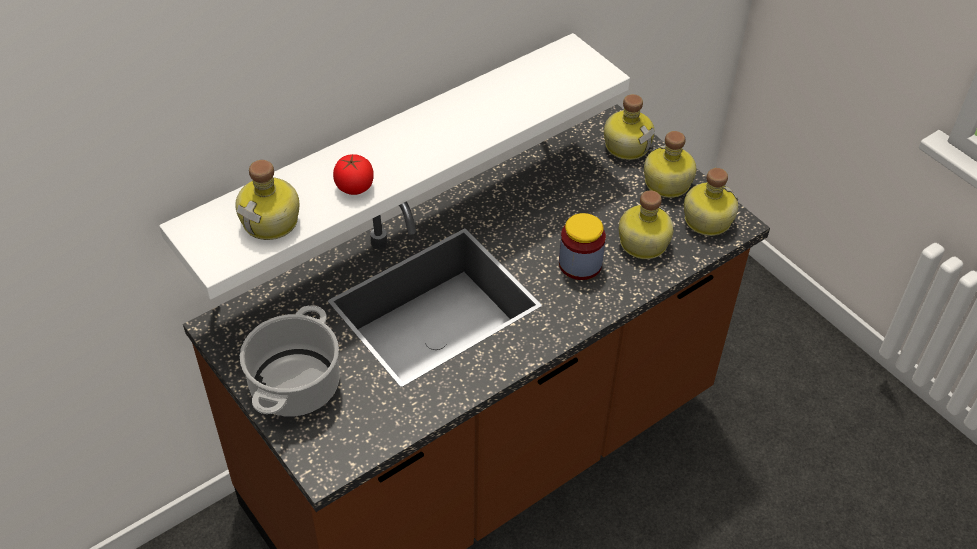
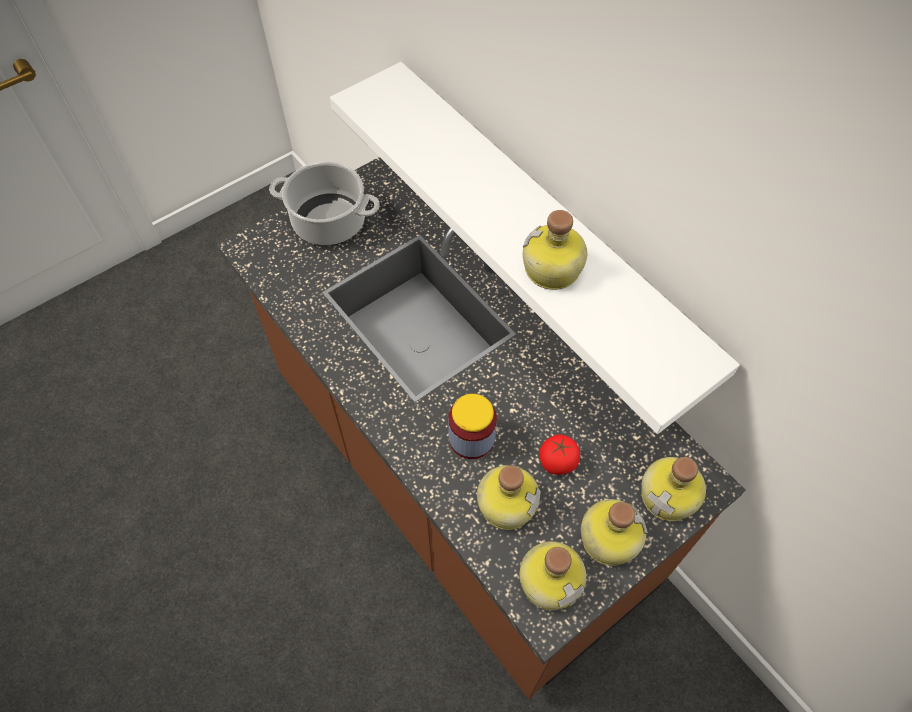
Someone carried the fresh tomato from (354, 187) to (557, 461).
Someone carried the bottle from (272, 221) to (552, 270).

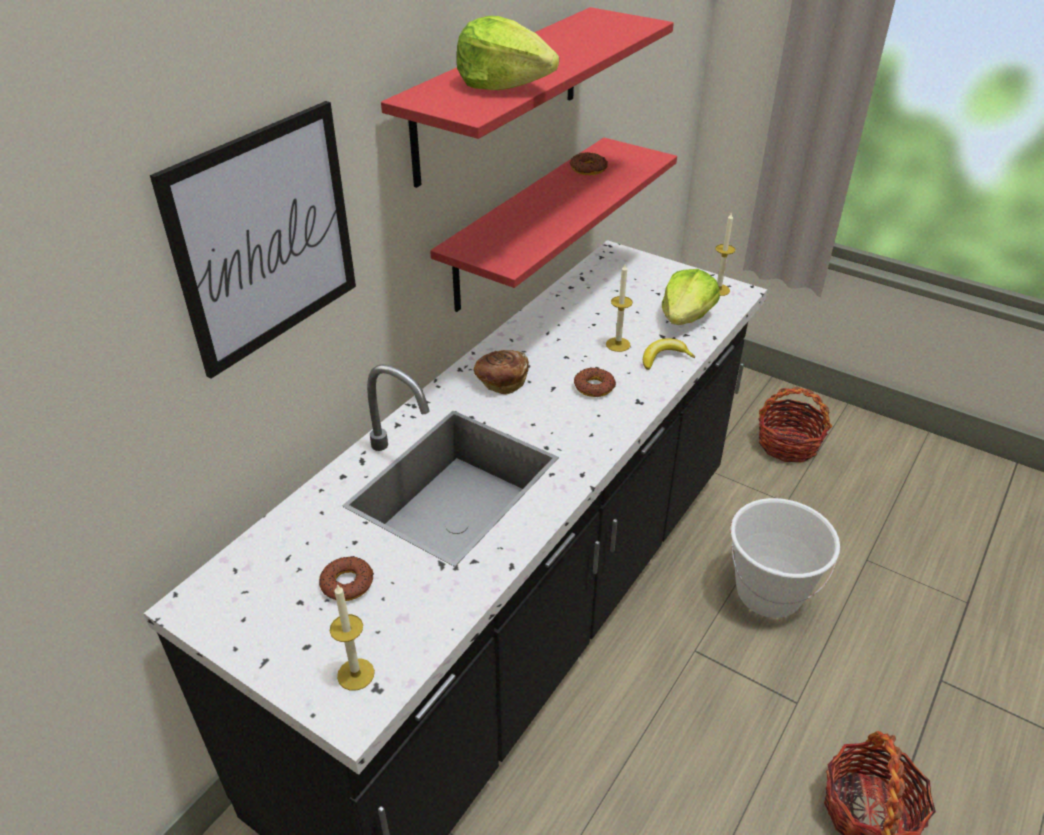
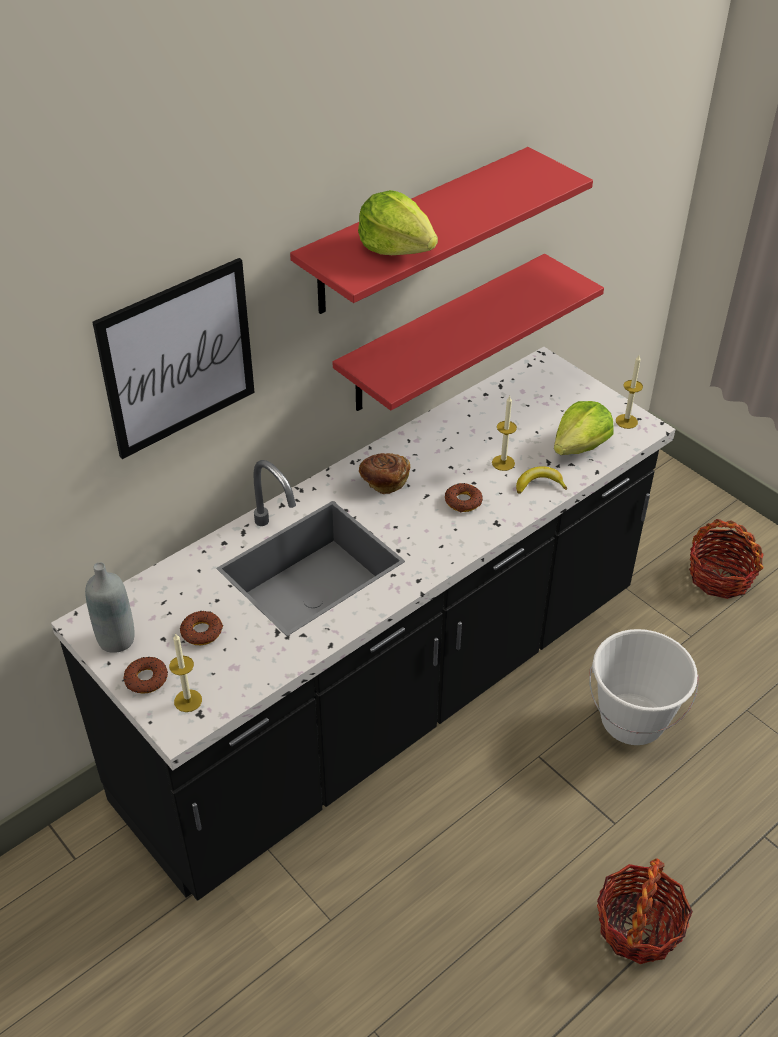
Someone carried the doughnut from (588, 169) to (146, 679).
Someone put down the bottle/gray at (116, 639).

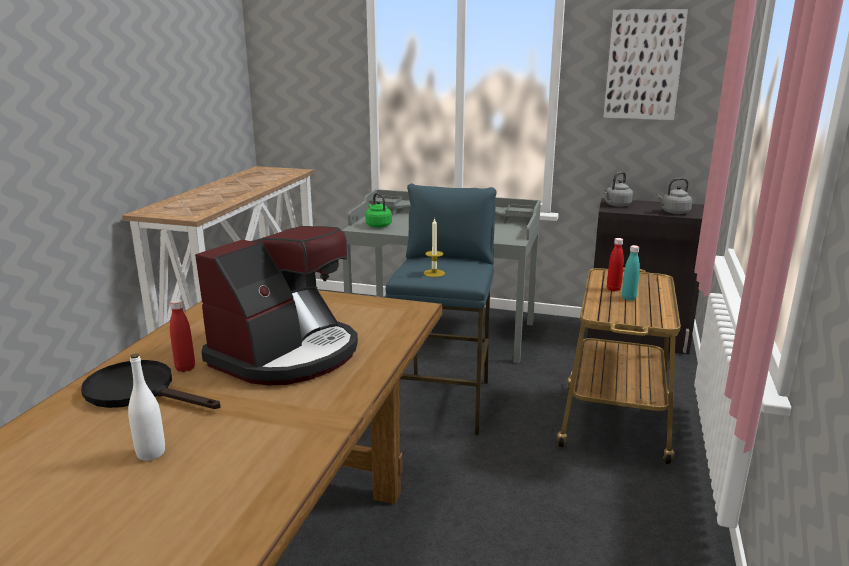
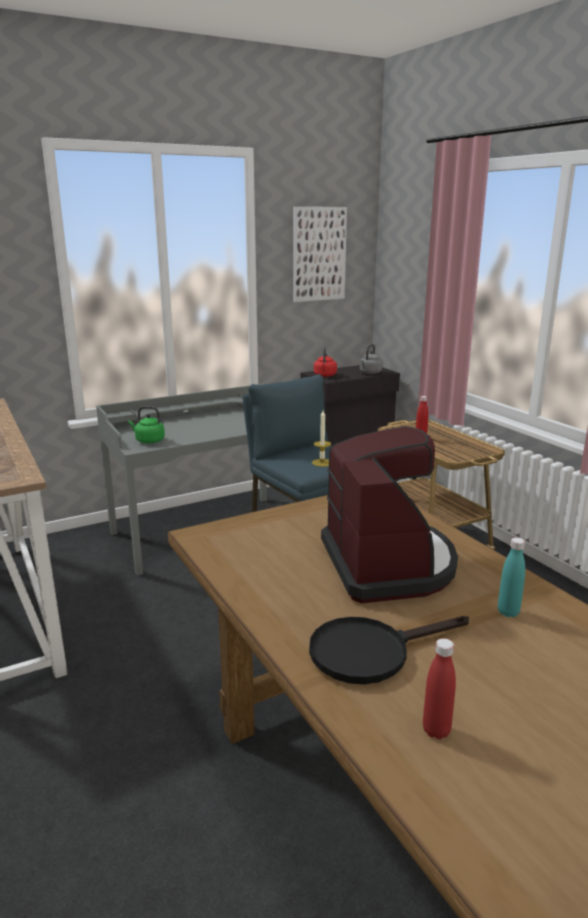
Someone repainted the water kettle/gray at (616, 205), which became the water kettle/red-coloured at (325, 375).
Someone carried the bottle/blue-green from (628, 298) to (508, 612).
Someone carried the bottle/red-coloured from (185, 368) to (436, 730).
Someone took away the bottle/white at (151, 453).

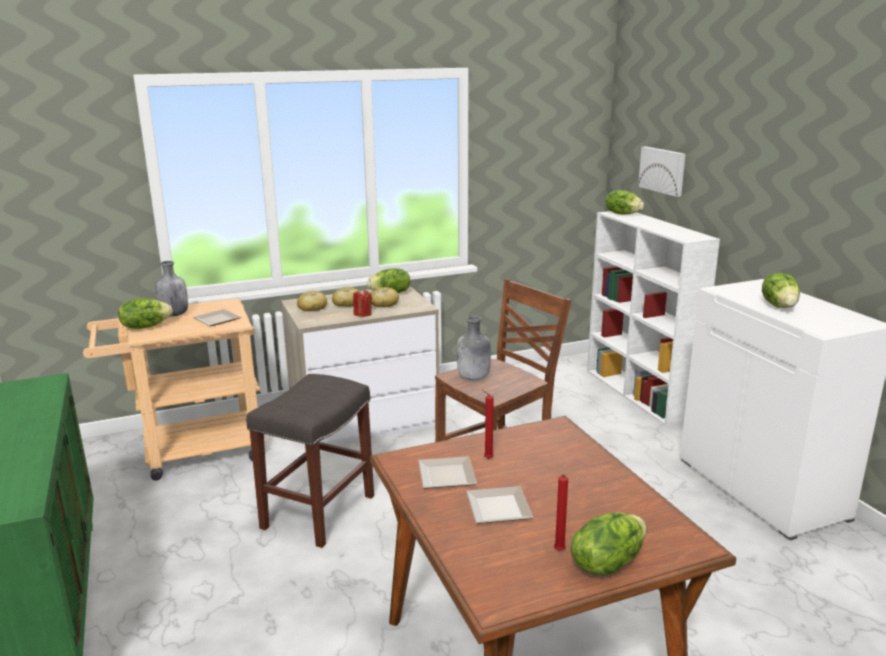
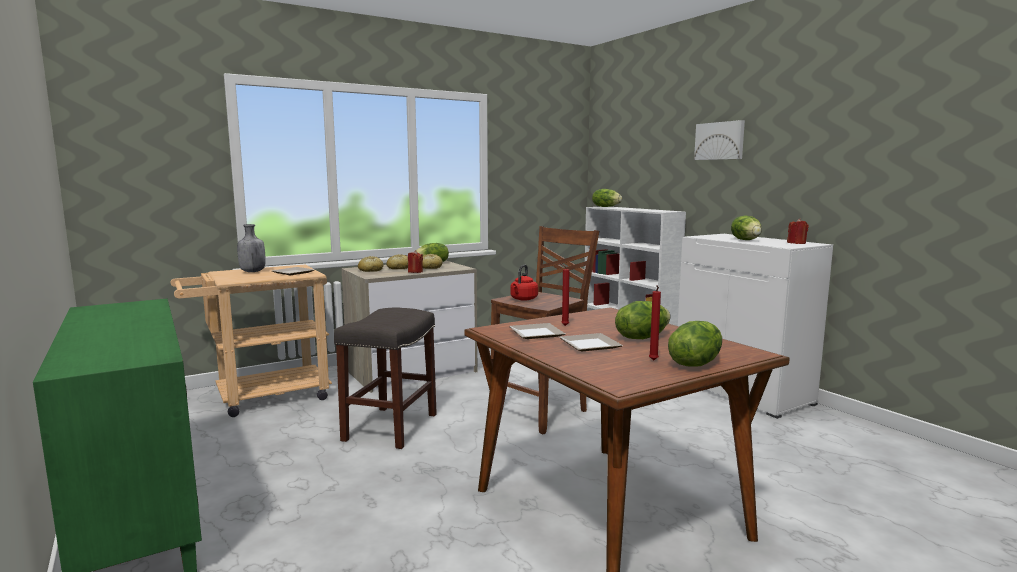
Someone carried the wall art from (663, 170) to (720, 141).
Someone carried the lettuce head from (145, 326) to (641, 337).
Someone swapped the bottle/gray at (473, 378) for the water kettle/red-coloured at (523, 299).
Someone put down the wax candle/red-coloured at (796, 243).

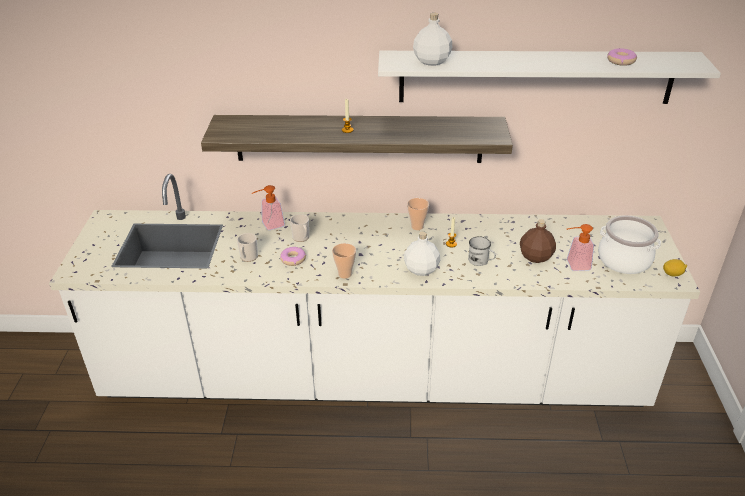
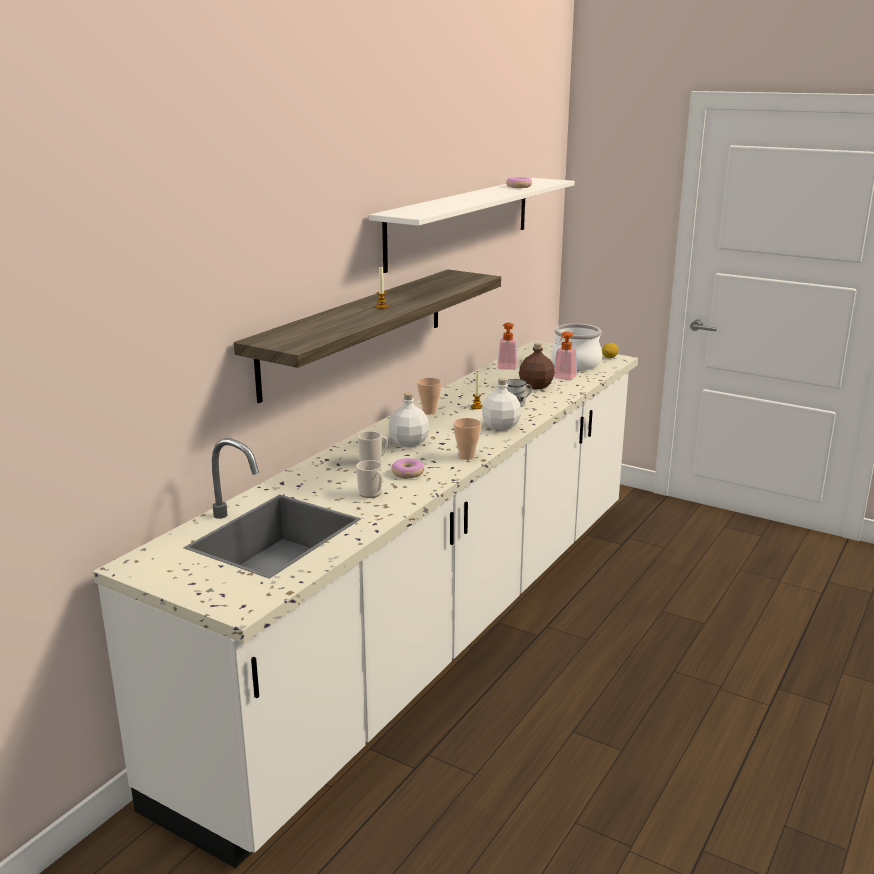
Someone carried the bottle/white from (431, 61) to (409, 443).
Someone carried the liquid soap bottle from (269, 225) to (507, 368).

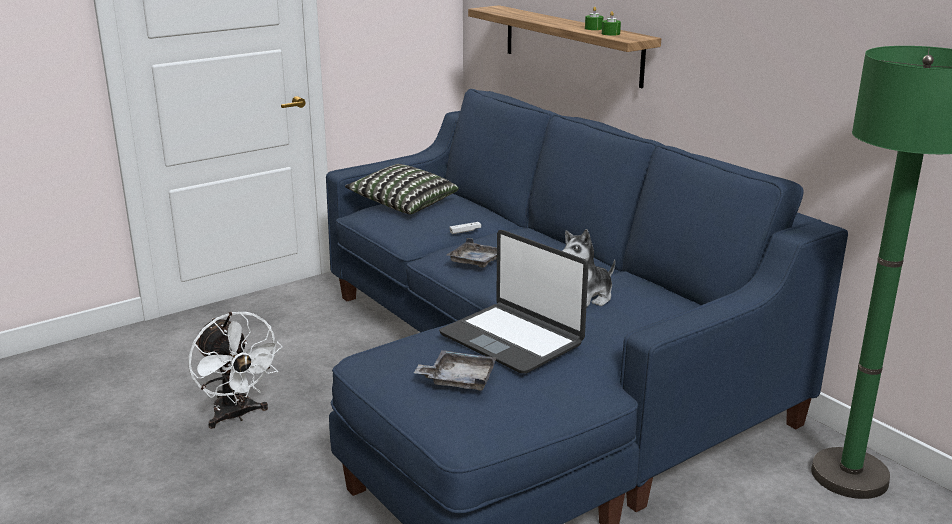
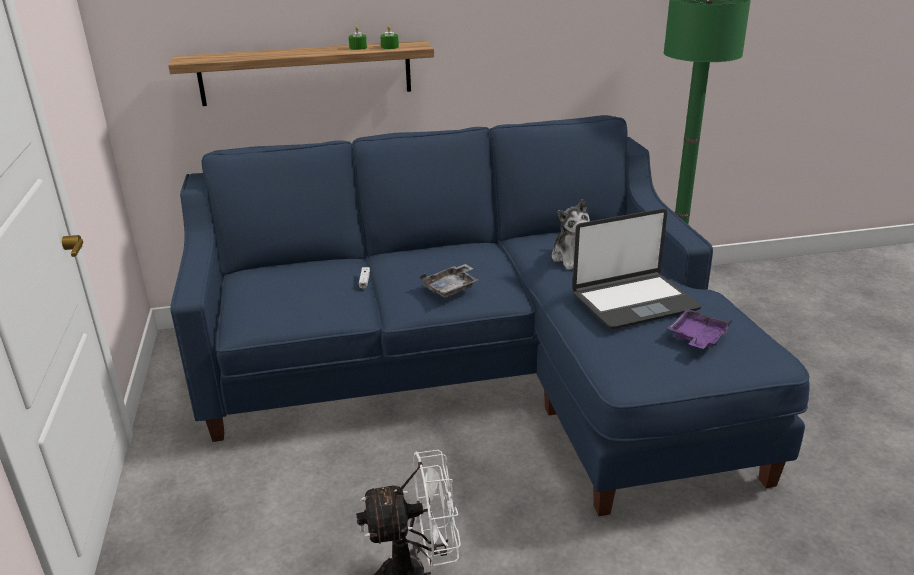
Someone took away the pillow at (403, 204).
Someone repainted the serving tray/gray at (459, 379), which became the serving tray/purple at (697, 338).

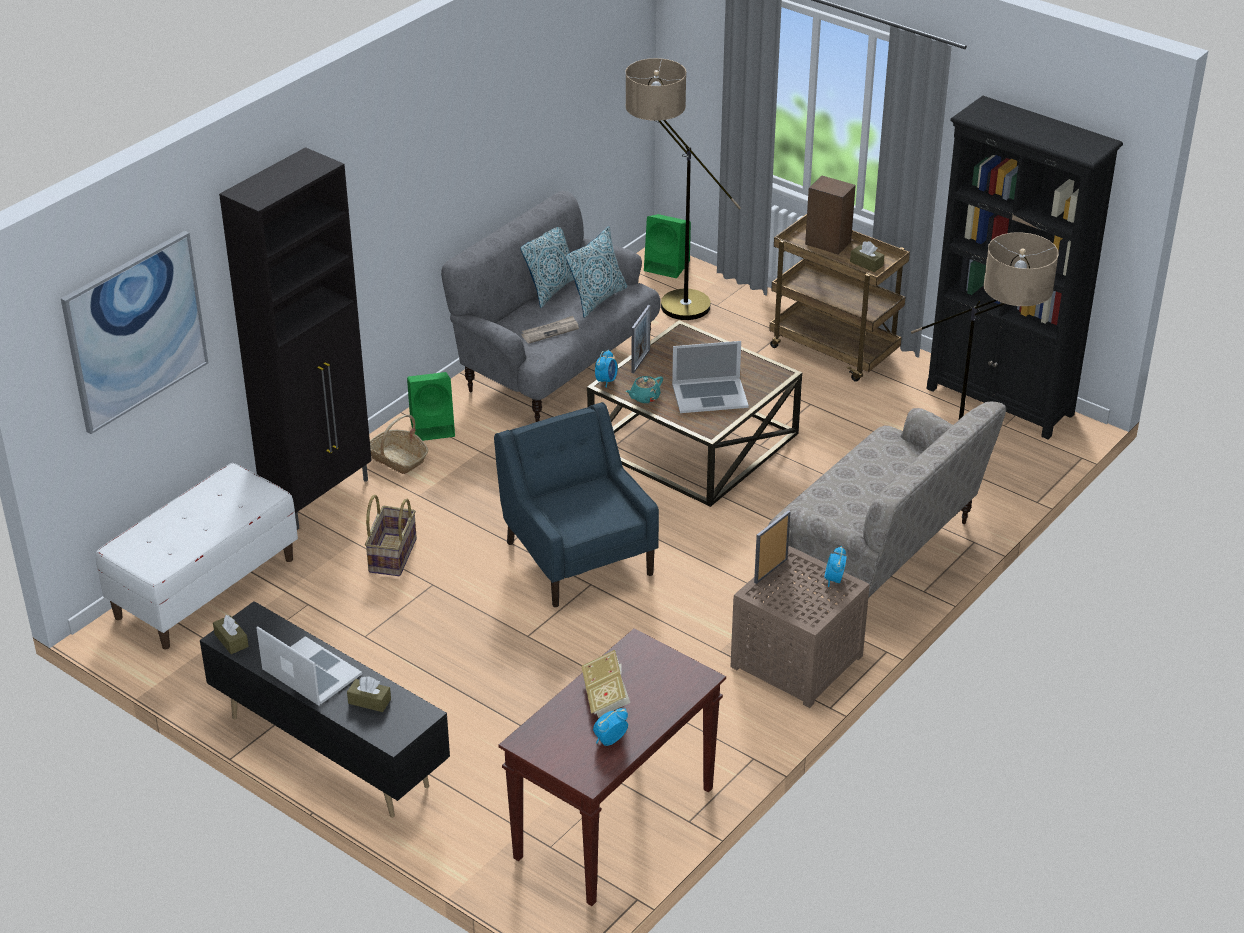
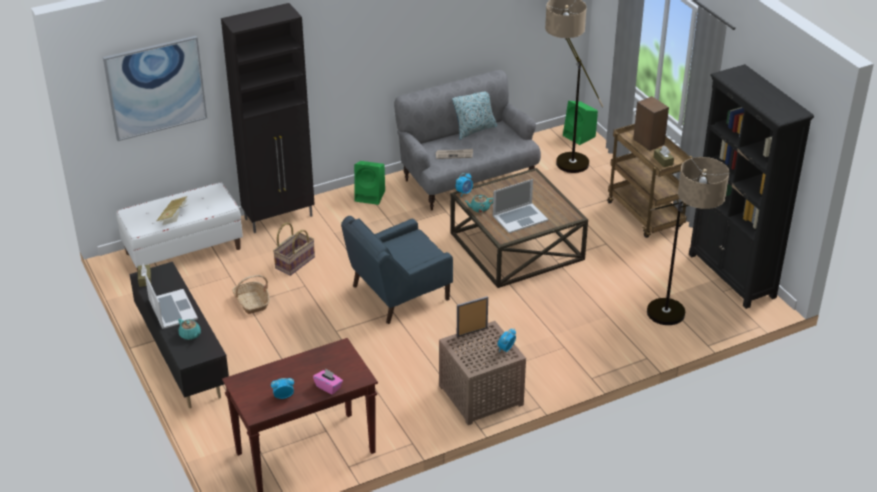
Someone took away the pillow at (597, 299).
Someone took away the standing frame at (640, 361).
Someone rotated the portable computer at (709, 395) by 45 degrees counterclockwise.
Someone took away the couch/sand-coloured at (877, 554).
Someone rotated the easy chair/blue-coloured at (578, 556) by 120 degrees counterclockwise.
Someone carried the basket from (398, 459) to (252, 302).
Someone carried the bound book from (605, 696) to (174, 217).
Someone swapped the tissue box/brown at (369, 701) for the pot for tea/blue-green at (190, 335).
Someone put down the tissue box/pinkish at (328, 387).

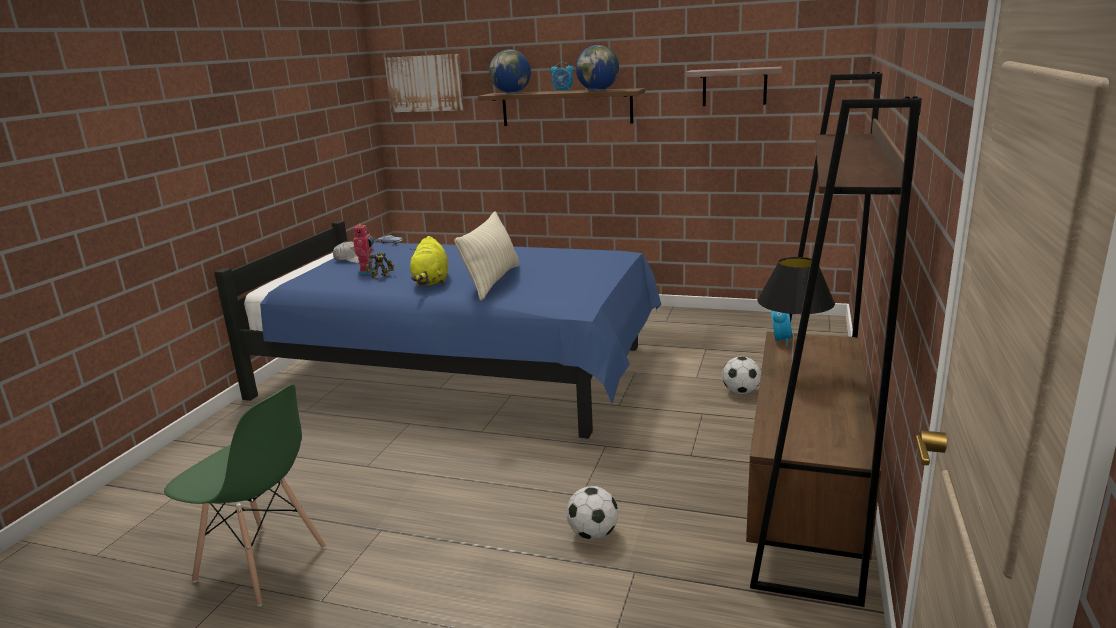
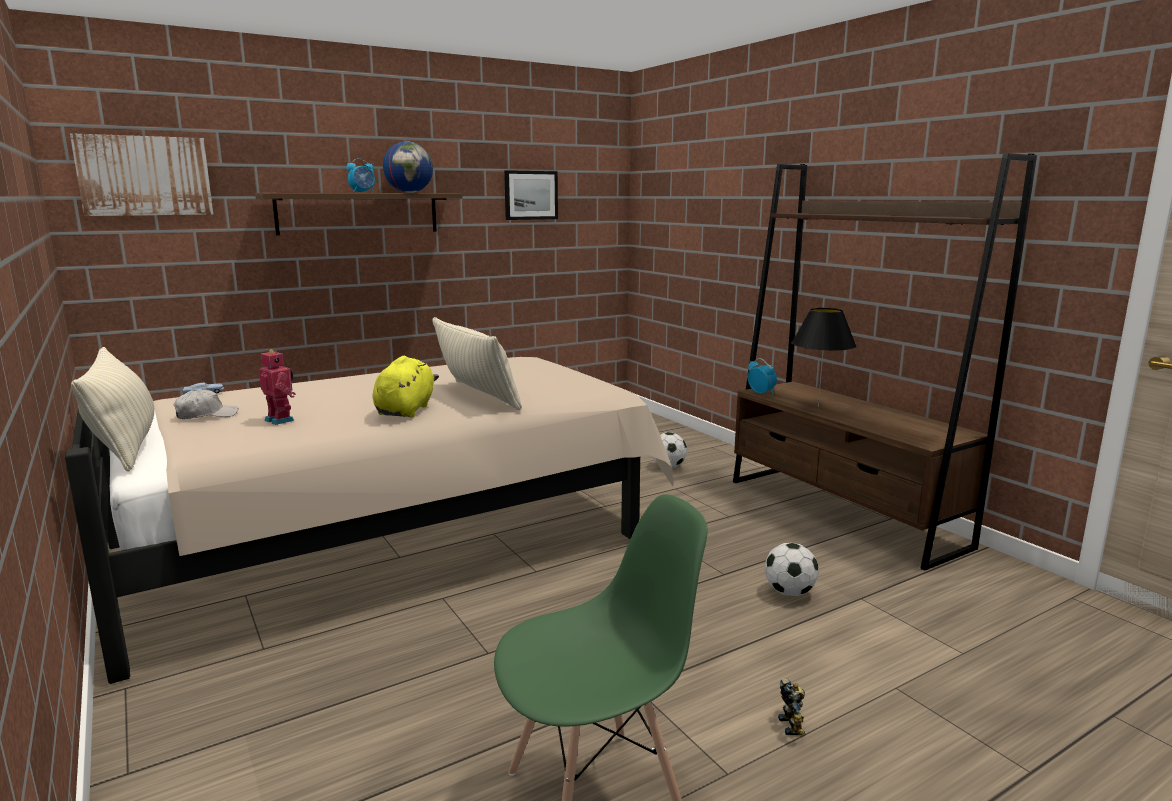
Someone took away the globe at (511, 93).
Someone swapped the shelf at (734, 86) for the wall art at (530, 195).
Someone repainted the bed/blue-coloured at (463, 373), which became the bed/sand-coloured at (396, 535).
Someone rotated the soft toy/yellowish at (431, 281) by 120 degrees counterclockwise.
Someone carried the model robot from (381, 277) to (793, 725).
Someone put down the pillow/sand-coloured at (125, 446).

